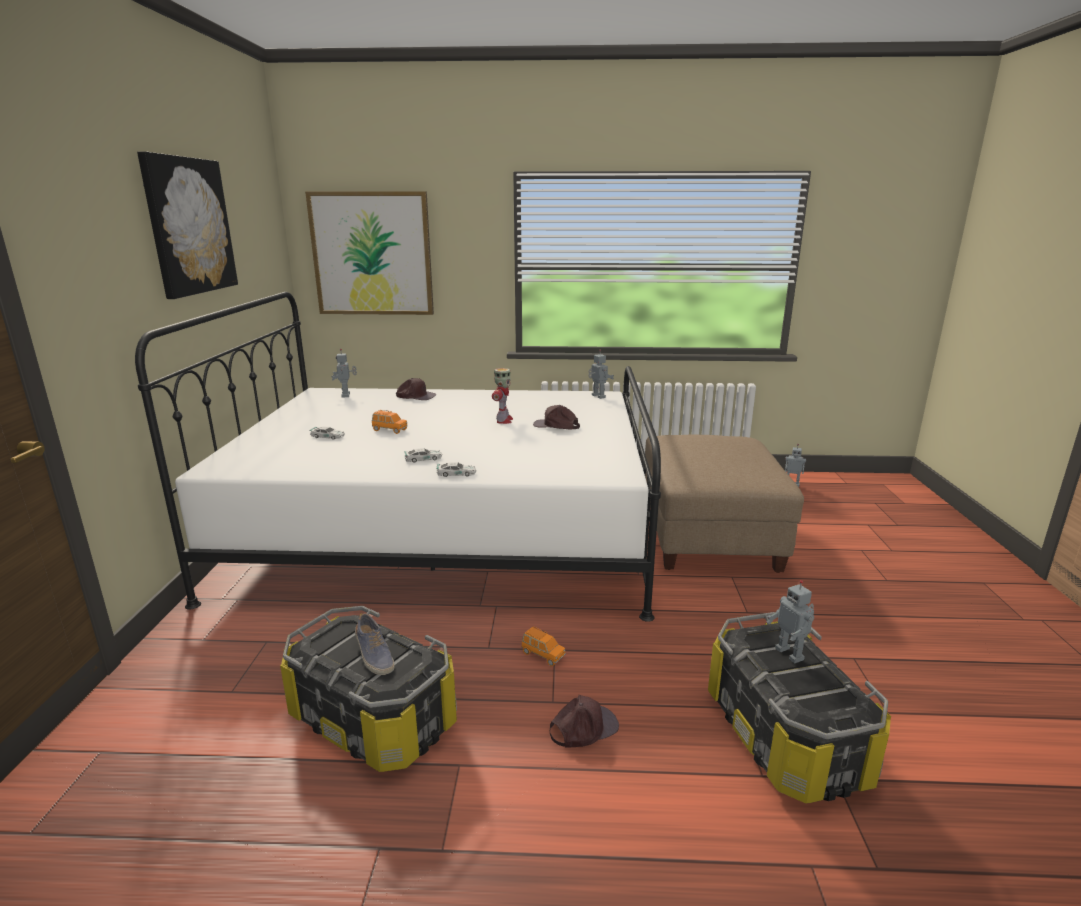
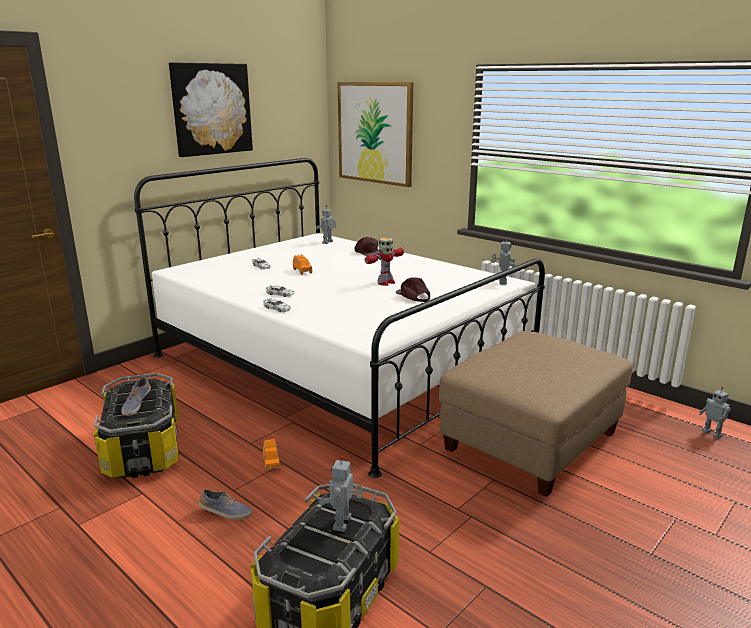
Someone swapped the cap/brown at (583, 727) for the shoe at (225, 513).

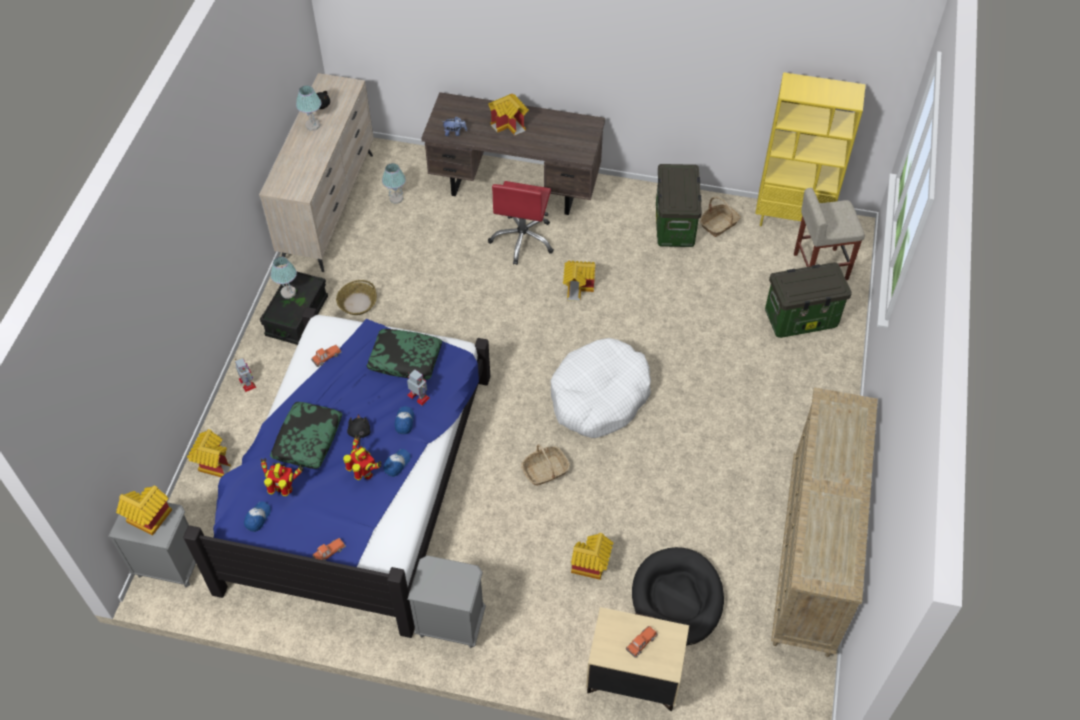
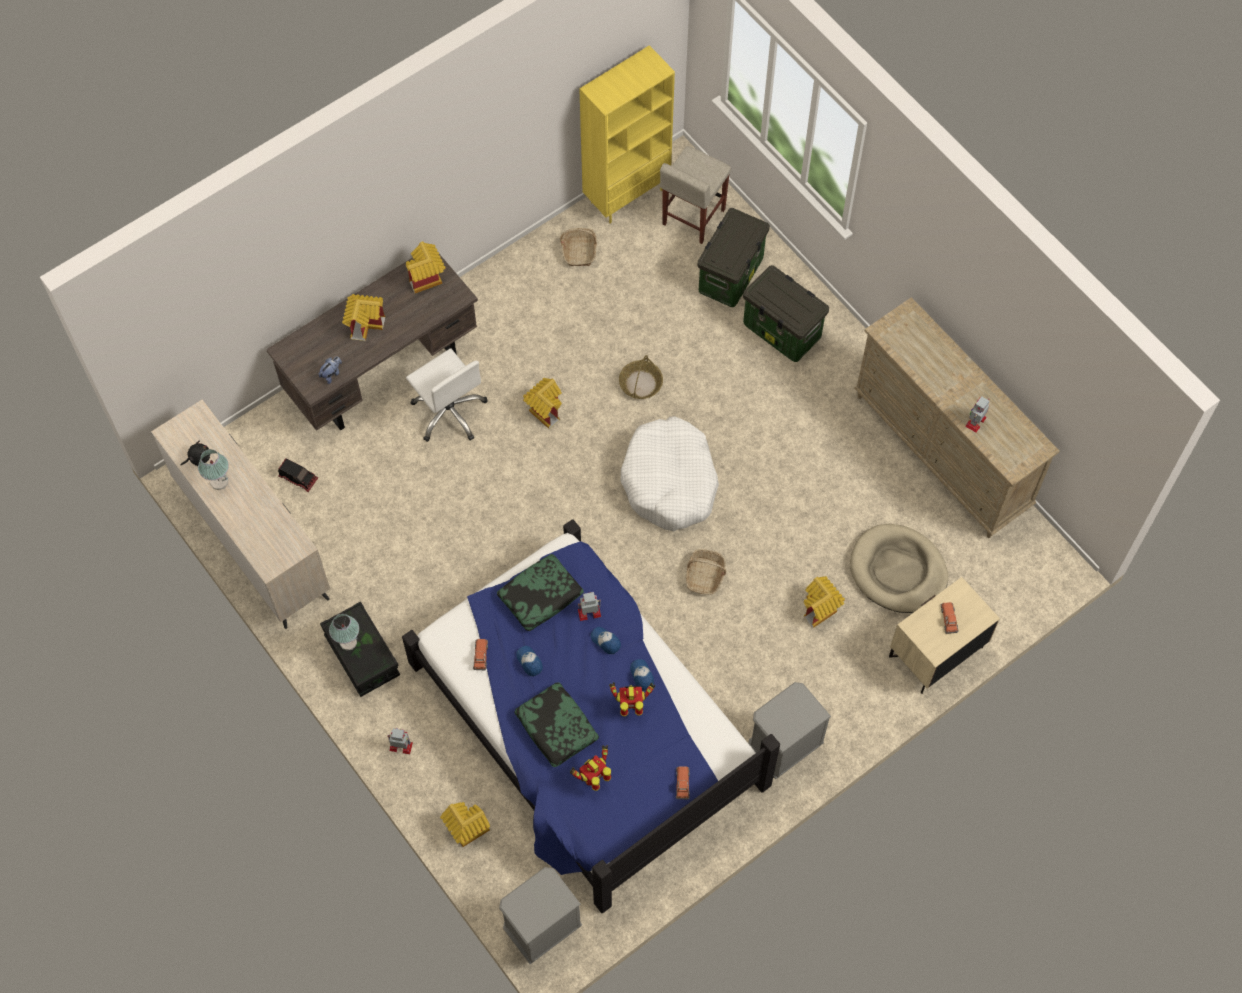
Someone swapped the lamp for a table at (396, 198) for the model truck at (298, 477).
Someone carried the storage container from (675, 226) to (783, 331).
Someone repainted the office chair/red-coloured at (523, 240), which became the office chair/white at (449, 412).
Someone carried the basket from (357, 303) to (640, 383).
Someone took away the soft toy/blackish at (359, 434).
Someone carried the toy house from (149, 521) to (427, 279).
Someone carried the cap from (257, 518) to (529, 662).
Someone repainted the dog cushion/blackish at (677, 598), which became the dog cushion/sand-coloured at (898, 571).
Someone put down the model robot at (975, 421).

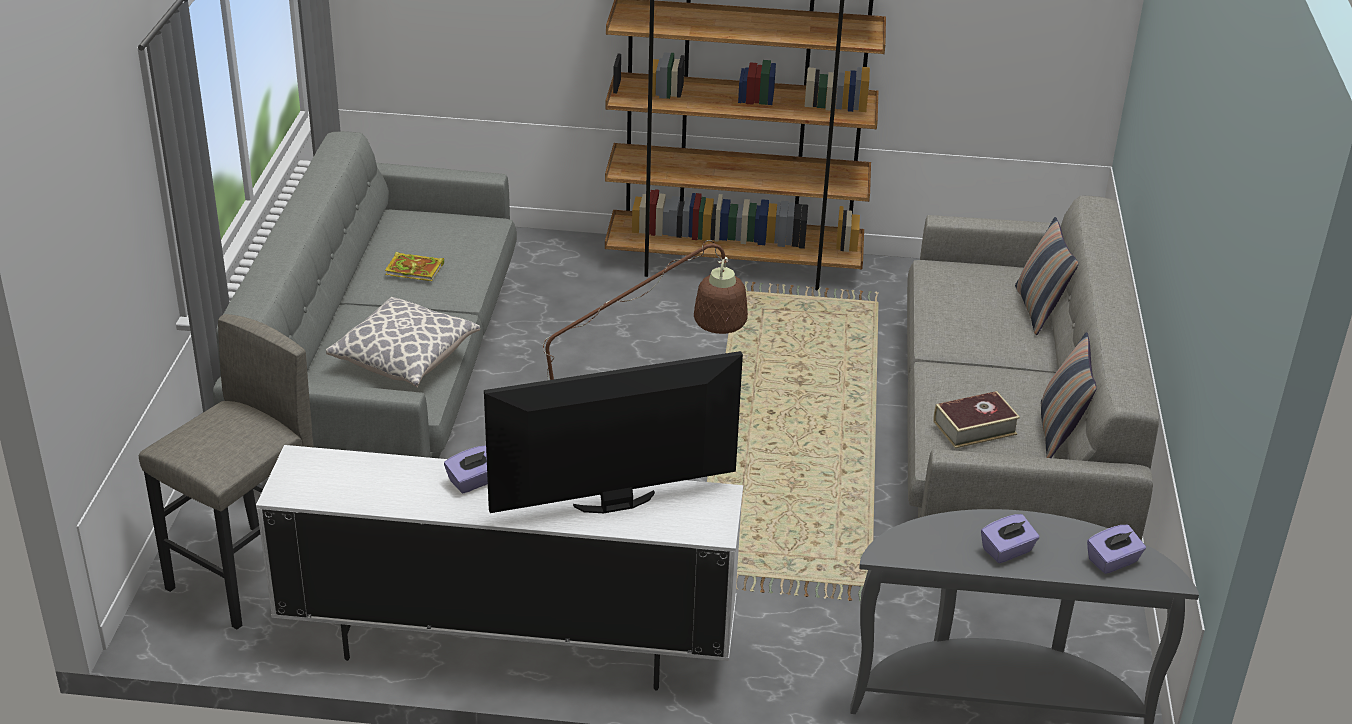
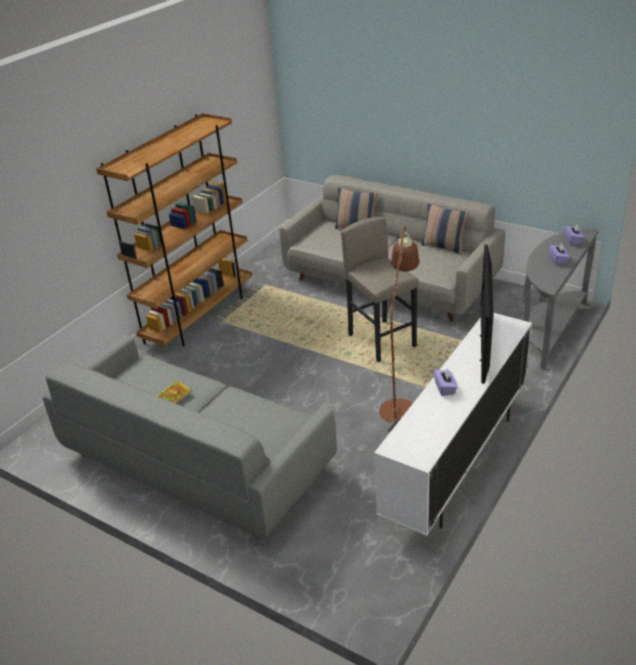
Someone took away the pillow at (405, 360).
Someone carried the stool/gray from (247, 576) to (382, 340).
Someone took away the bound book at (974, 428).

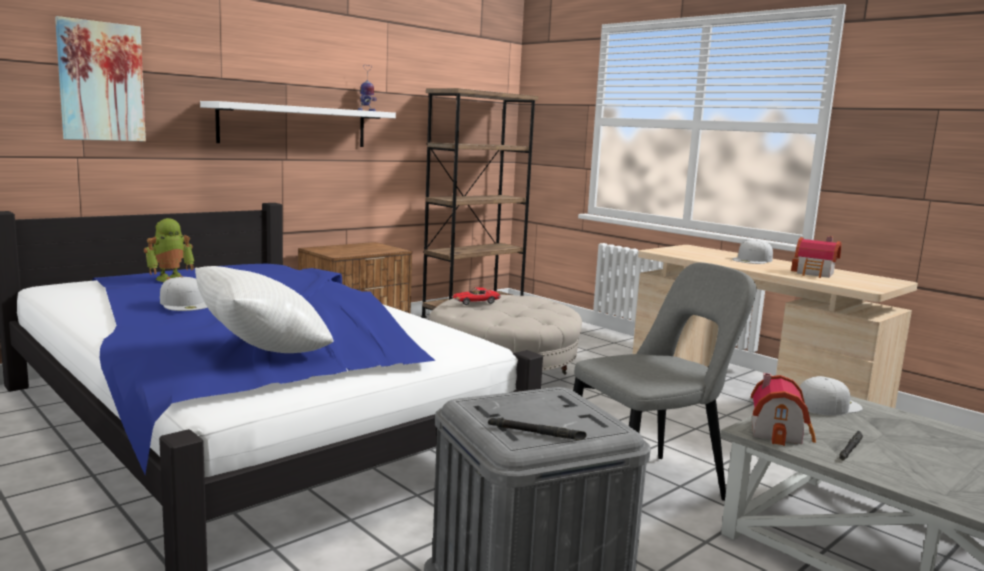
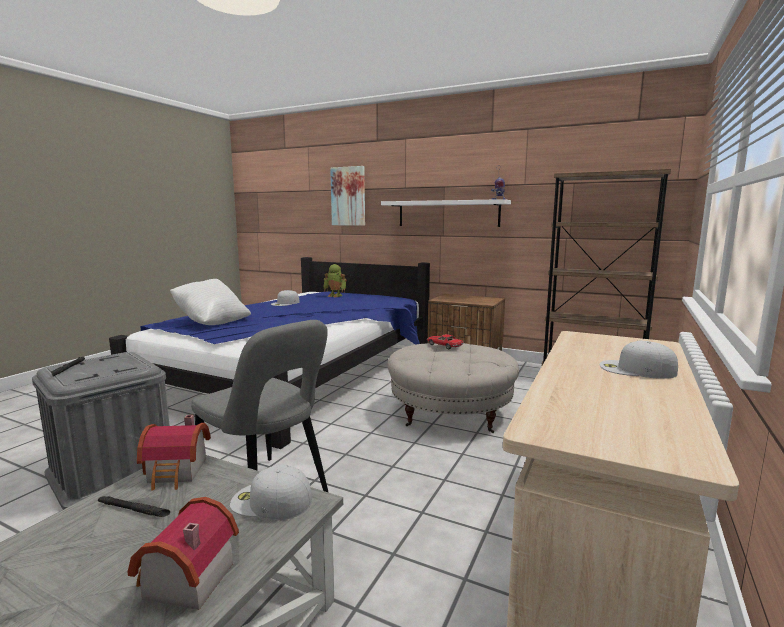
Someone carried the toy house from (816, 274) to (183, 581).
Someone rotated the cap/white at (827, 405) by 150 degrees clockwise.

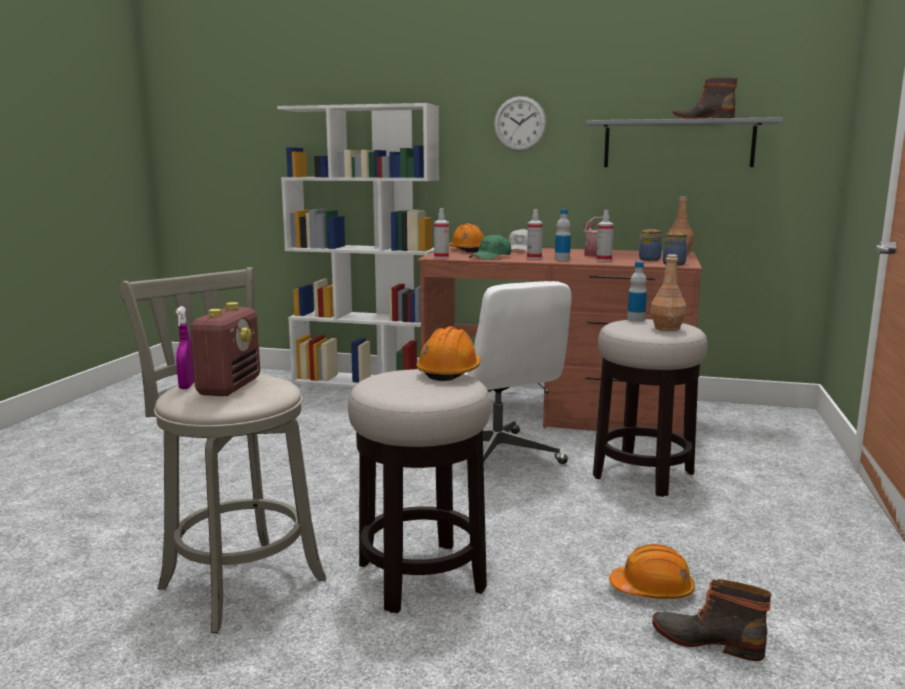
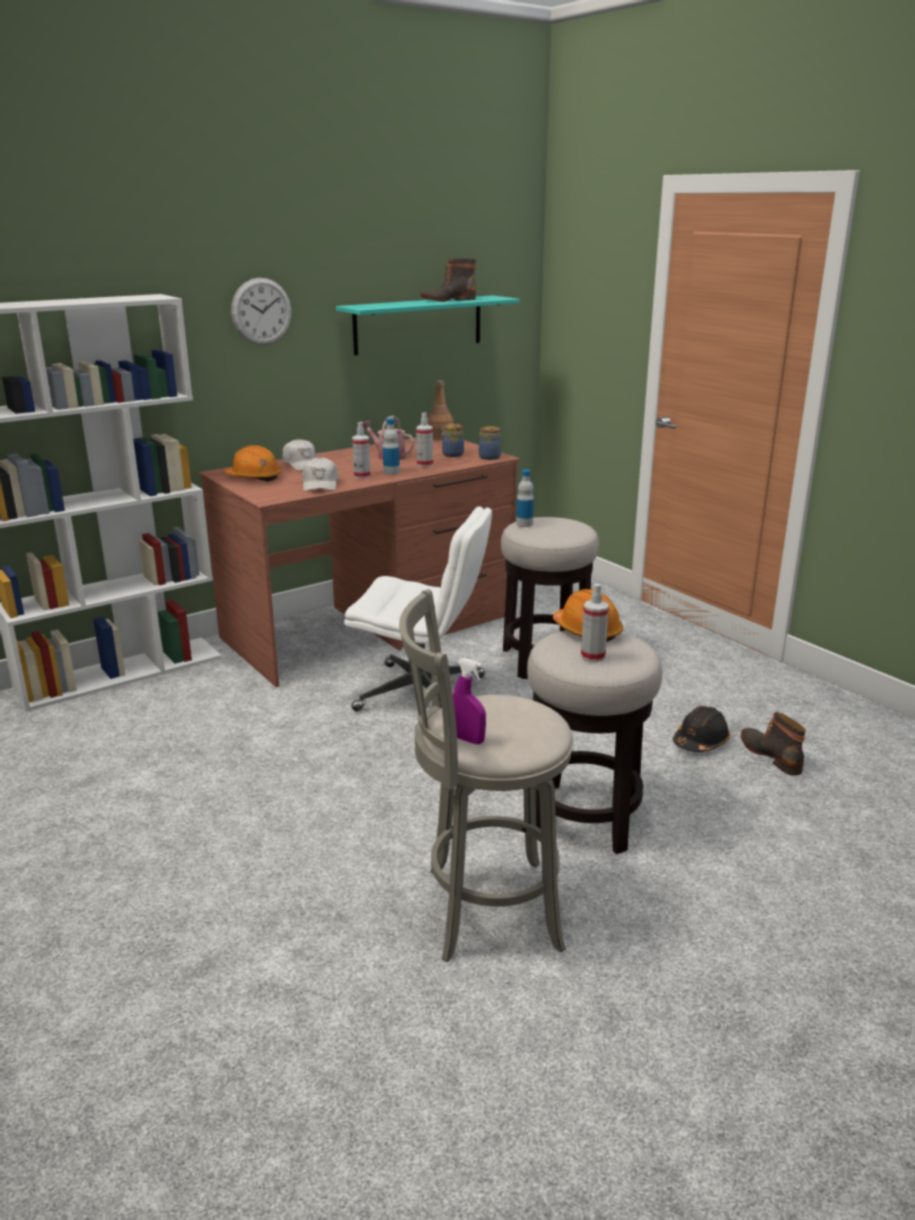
Someone repainted the shelf/gray at (678, 144), which became the shelf/blue-green at (418, 324).
Someone carried the hand sprayer from (441, 257) to (593, 656).
Someone repainted the cap/green-coloured at (491, 257), which became the cap/white at (320, 485).
Someone took away the bottle/brown at (667, 328).
Someone took away the radio at (229, 387).
Someone repainted the safety helmet/orange-coloured at (652, 590), which became the safety helmet/blackish at (700, 741).
Someone rotated the boot at (707, 640) by 90 degrees clockwise.

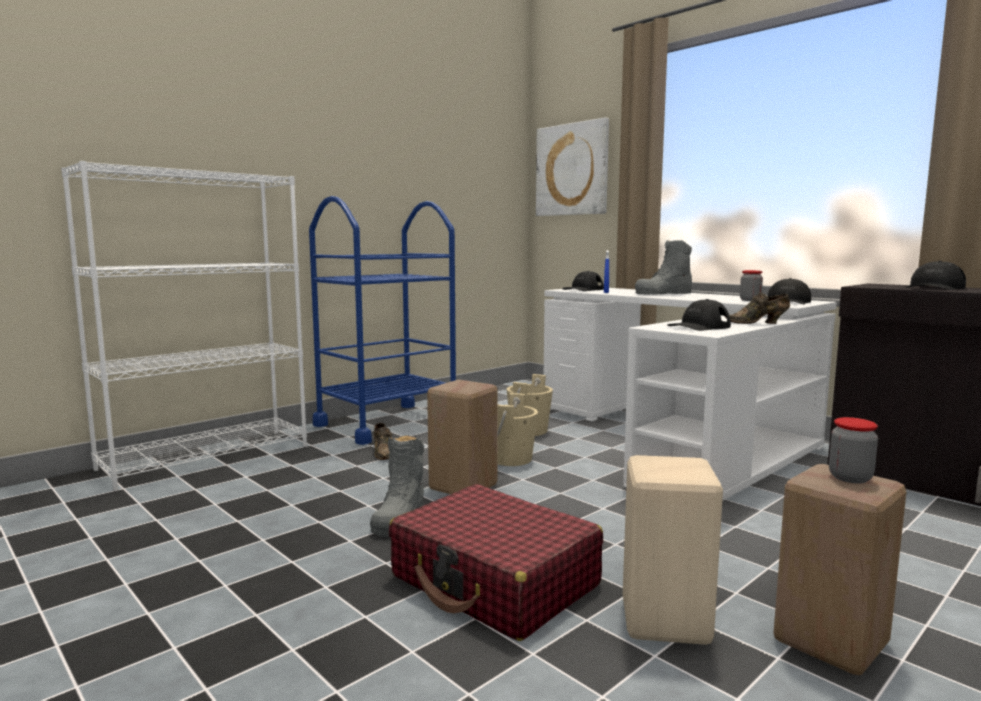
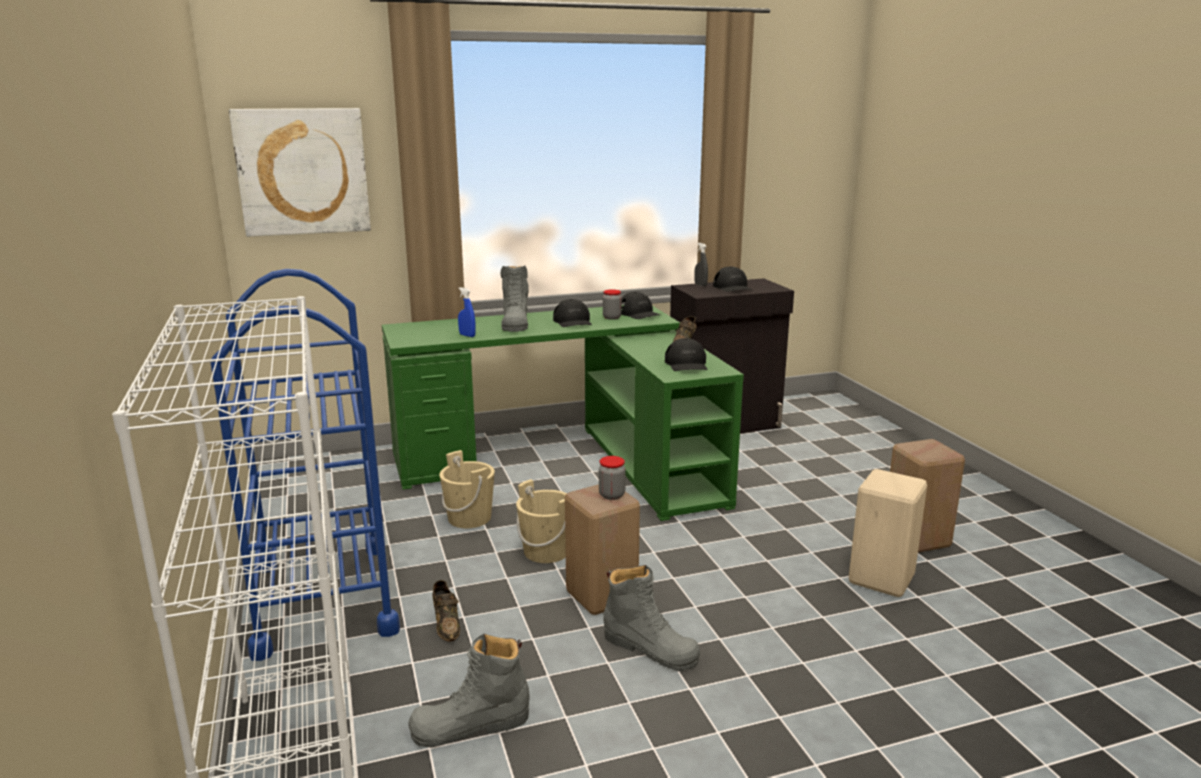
Someone carried the cap/blackish from (583, 289) to (573, 321).
Someone repainted the desk/white at (678, 439), which became the desk/green-coloured at (573, 461).
Someone carried the storage jar from (850, 478) to (611, 495).
Someone rotated the shoe/brown at (382, 453) by 60 degrees clockwise.
Someone took away the travel case/red-coloured at (495, 581).
Someone put down the hand sprayer/gray at (700, 285).
Someone put down the boot/gray at (470, 725).

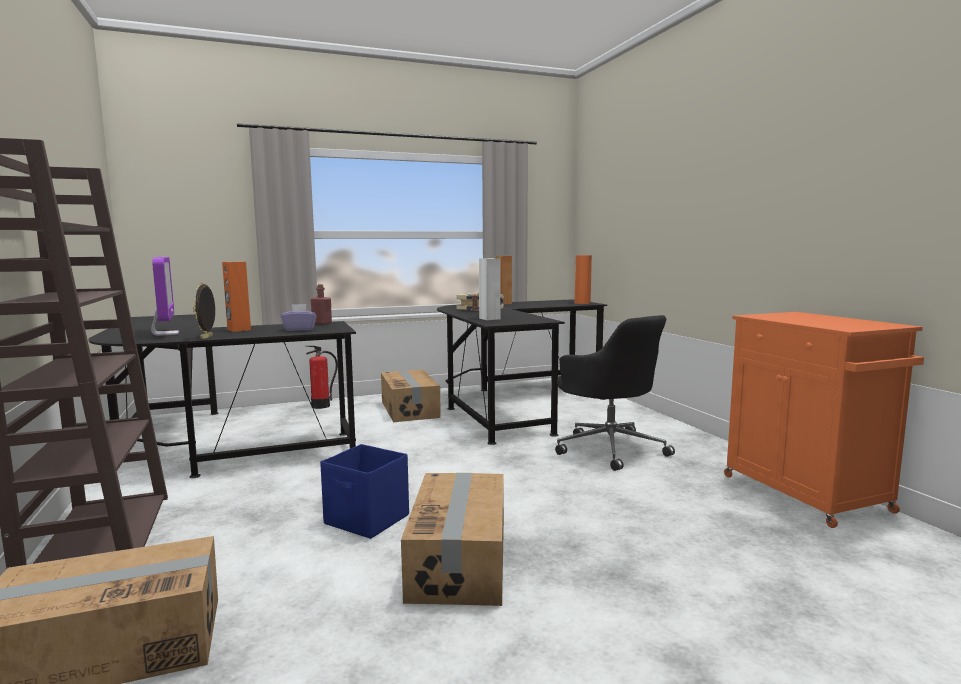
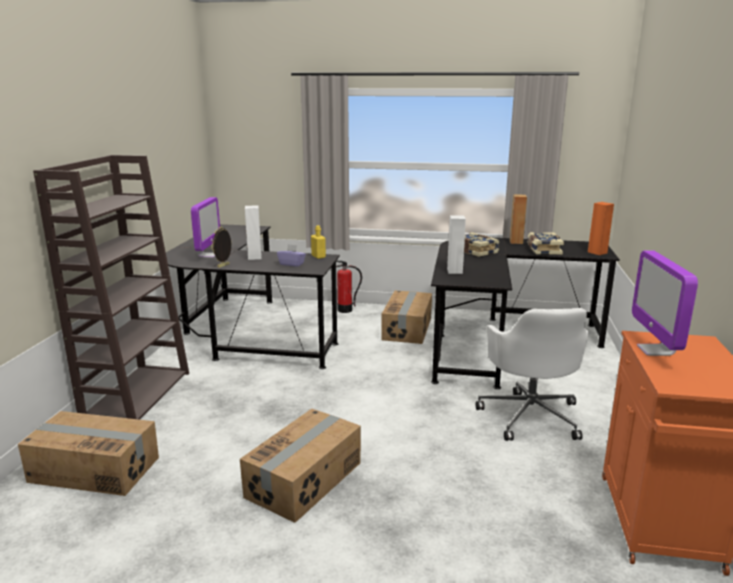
Someone repainted the speaker/orange-coloured at (238, 330), which became the speaker/white at (254, 257).
Someone repainted the bottle/red-coloured at (322, 323), which became the bottle/yellowish at (318, 256).
Someone repainted the office chair/blackish at (609, 448), which became the office chair/white at (530, 415).
Someone took away the storage container/blue-coloured at (367, 520).
Someone put down the bound book at (543, 250).
Someone put down the computer display at (655, 350).

